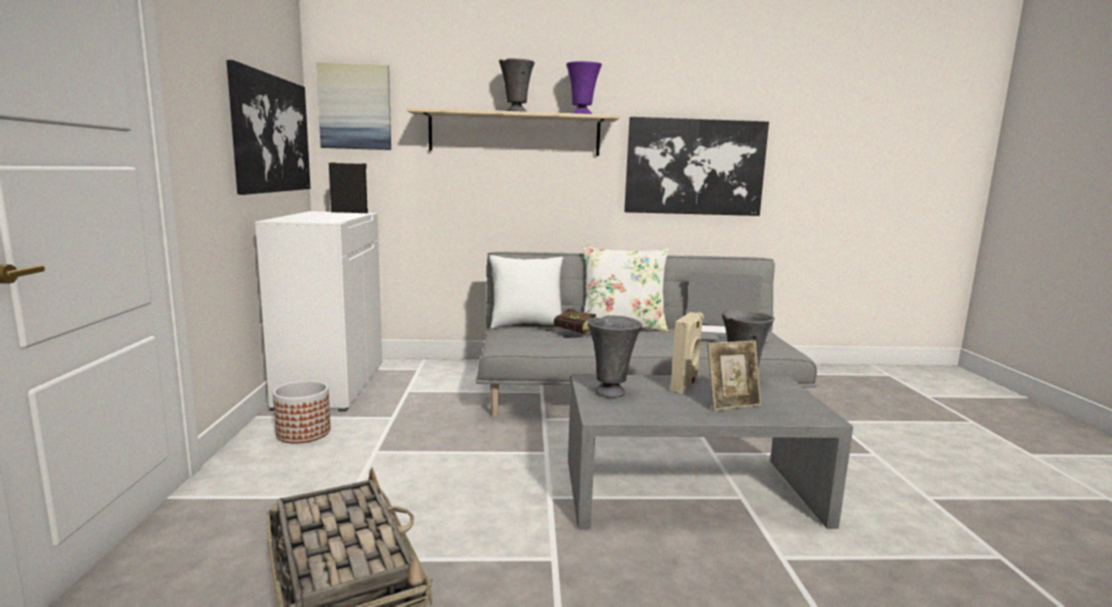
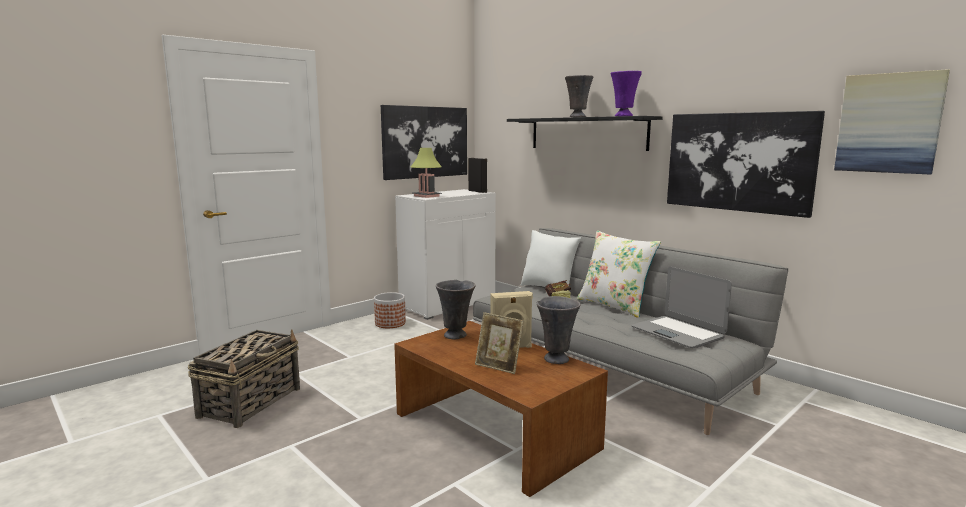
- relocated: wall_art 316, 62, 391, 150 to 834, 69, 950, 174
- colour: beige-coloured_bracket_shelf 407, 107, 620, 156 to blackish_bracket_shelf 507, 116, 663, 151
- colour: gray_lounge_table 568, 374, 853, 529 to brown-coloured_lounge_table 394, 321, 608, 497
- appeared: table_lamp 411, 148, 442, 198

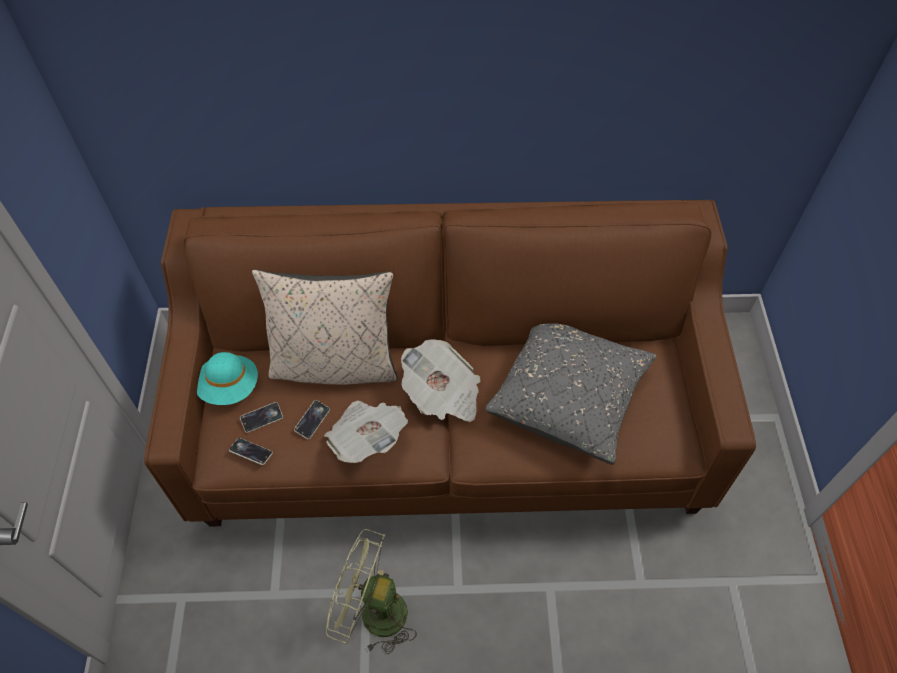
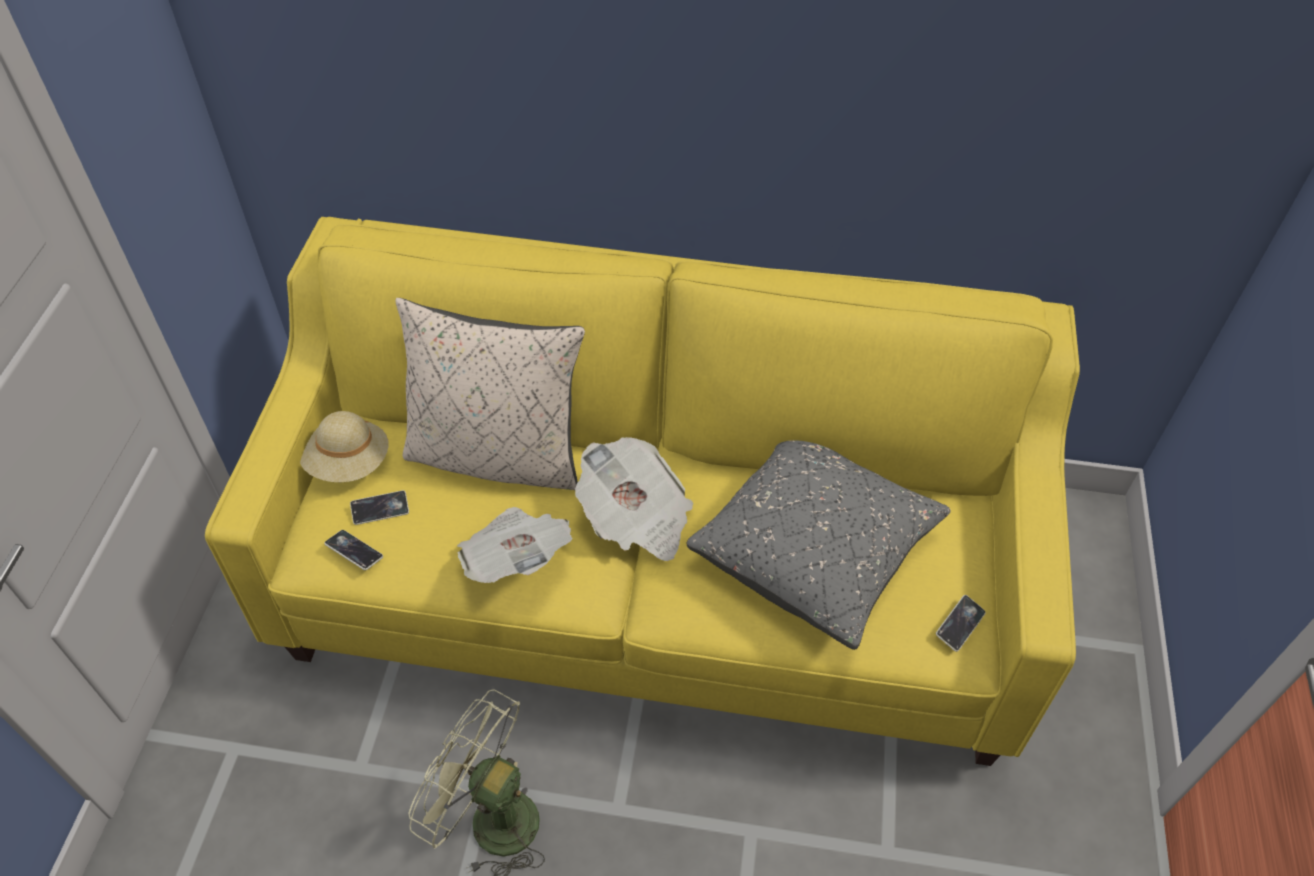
- colour: brown-coloured_couch 144, 200, 756, 527 to yellowish_couch 205, 217, 1080, 766
- colour: turquoise-coloured_hat 197, 352, 258, 405 to beige-coloured_hat 300, 411, 389, 482
- relocated: telephone 294, 400, 330, 440 to 936, 595, 986, 652

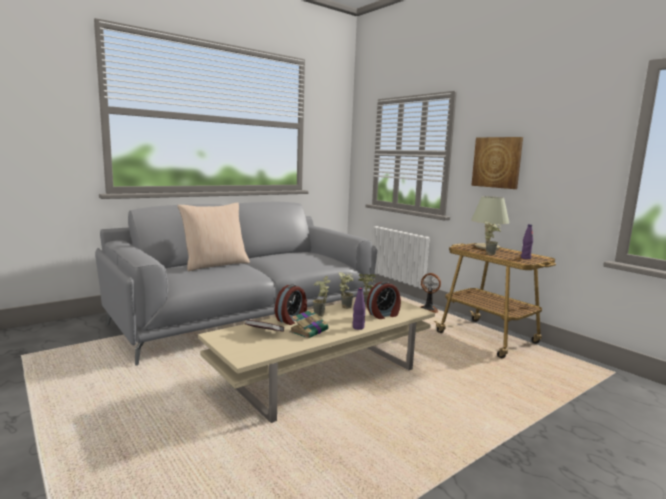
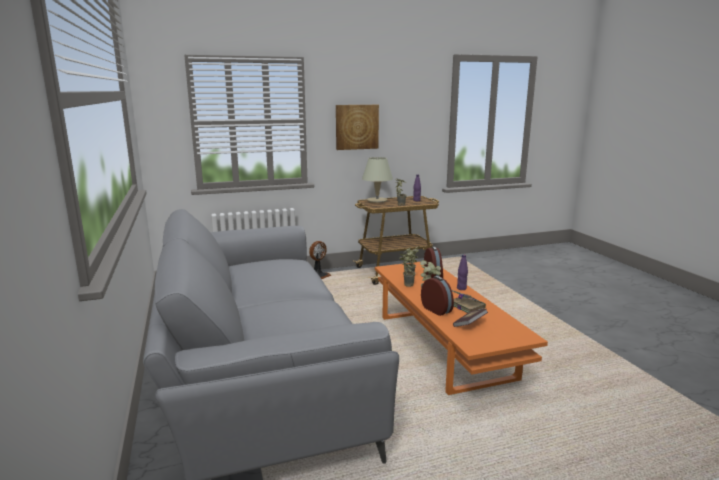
- missing: beige-coloured_throw_pillow 177, 203, 250, 271
- colour: beige-coloured_lounge_table 198, 300, 435, 423 to orangey_lounge_table 375, 262, 548, 395

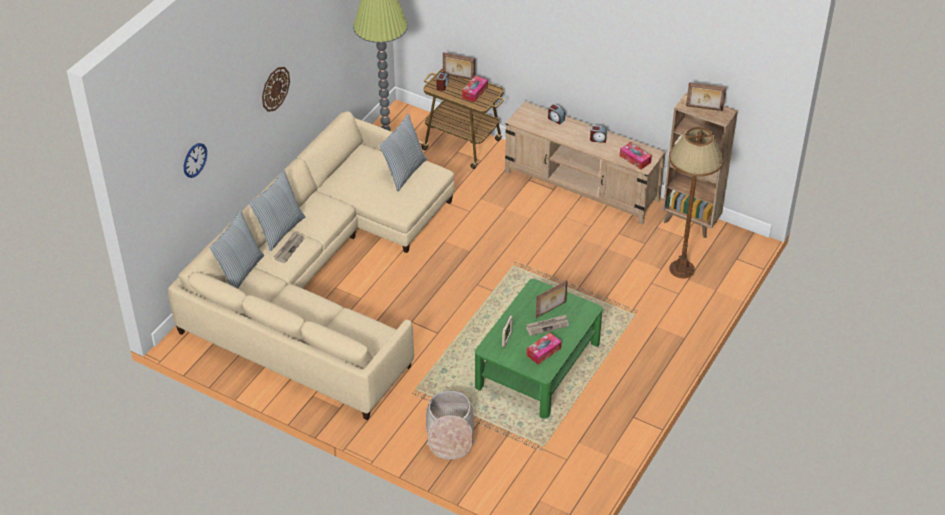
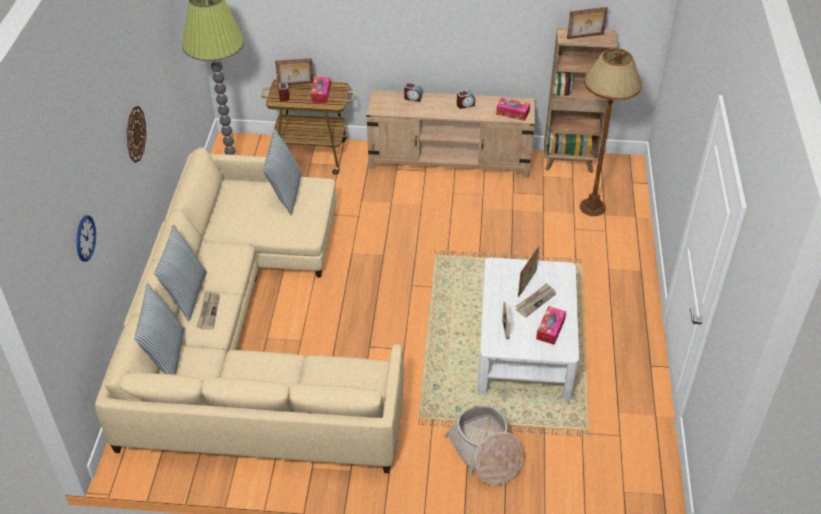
- colour: greenish_lounge_table 475, 279, 603, 419 to white-coloured_lounge_table 478, 258, 579, 401

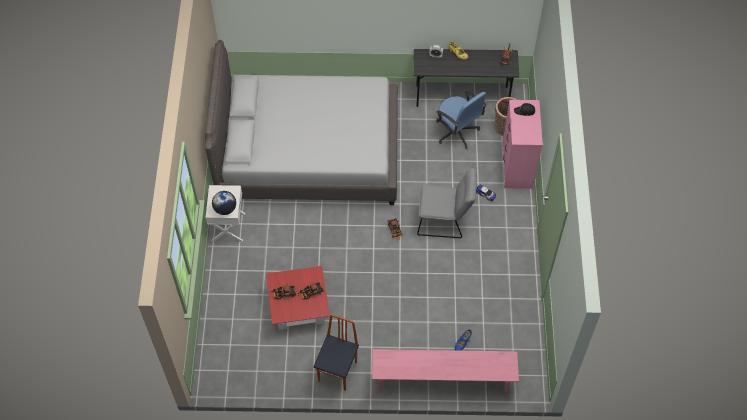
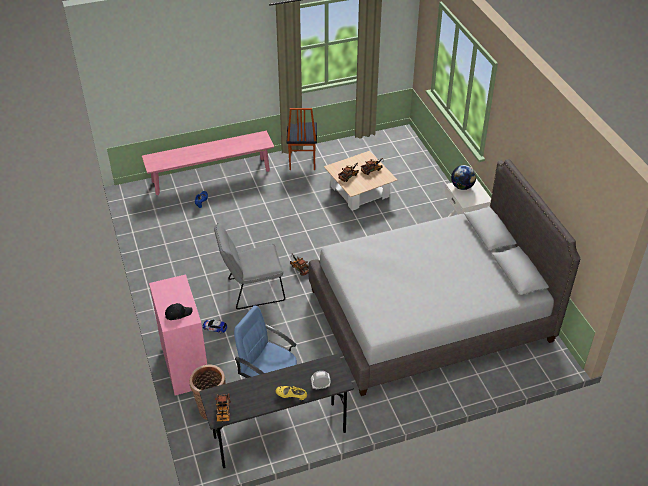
- colour: red-coloured_lounge_table 266, 266, 330, 330 to beige-coloured_lounge_table 324, 151, 398, 211

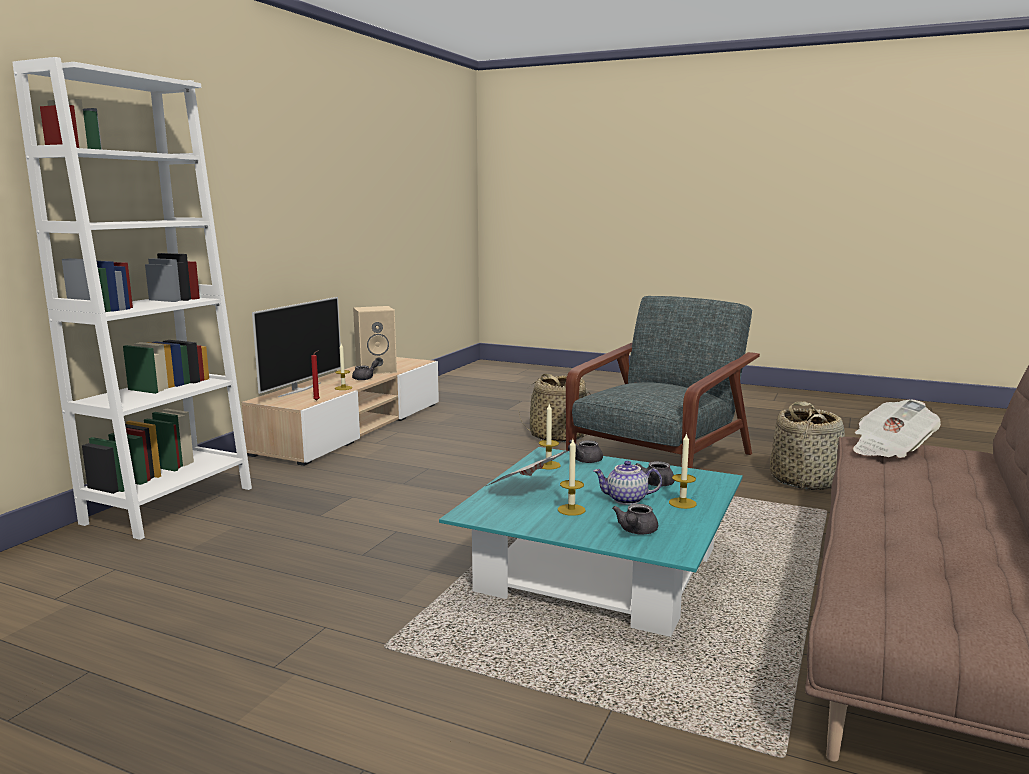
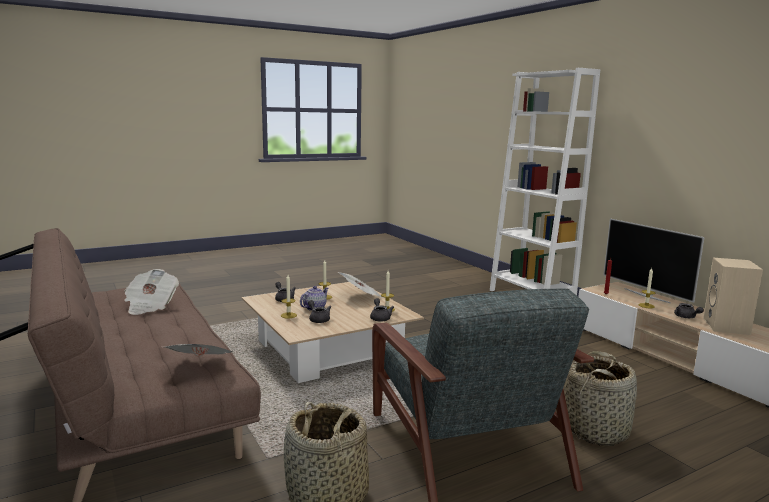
- colour: turquoise-coloured_lounge_table 439, 447, 743, 637 to beige-coloured_lounge_table 242, 282, 424, 383
- appeared: printed_paper 124, 269, 179, 315

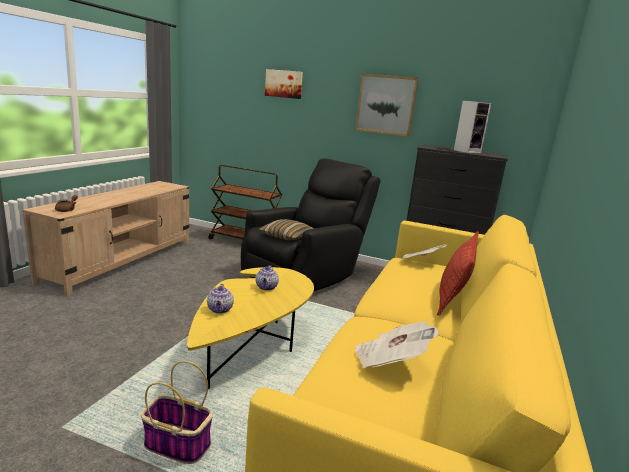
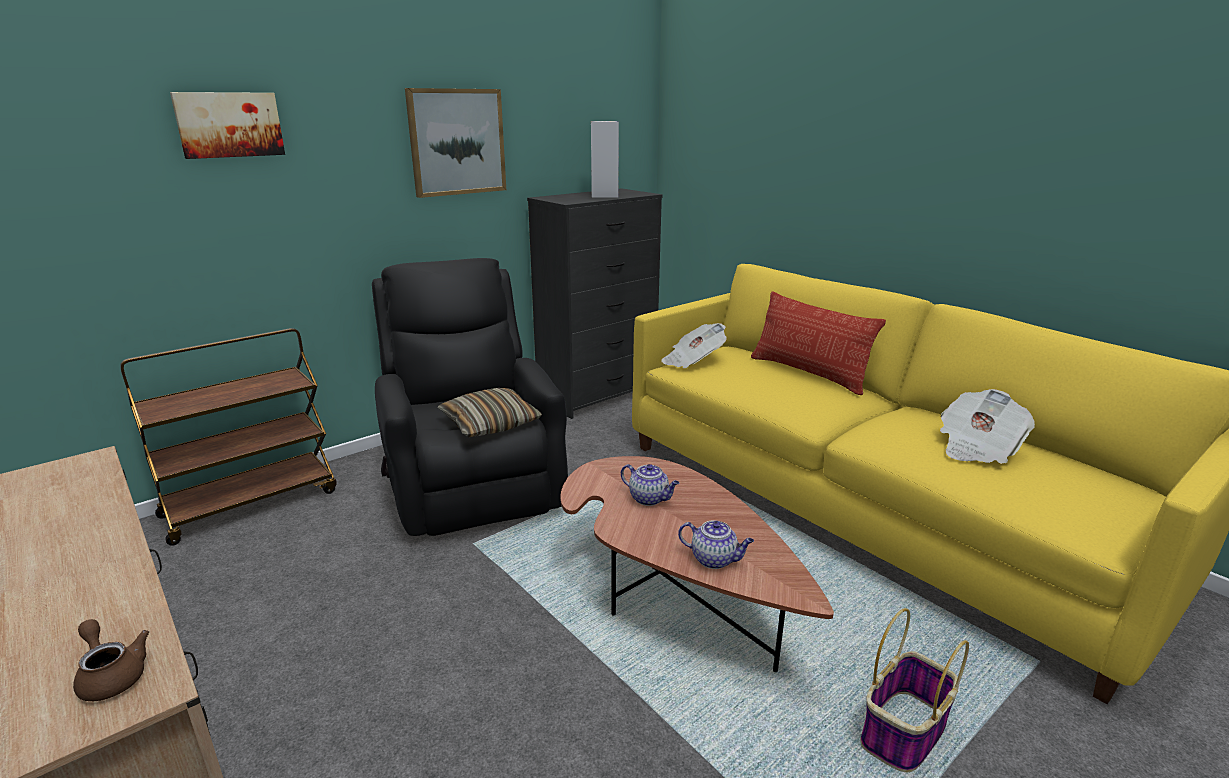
- colour: yellowish_lounge_table 187, 267, 314, 389 to brown-coloured_lounge_table 560, 456, 834, 672

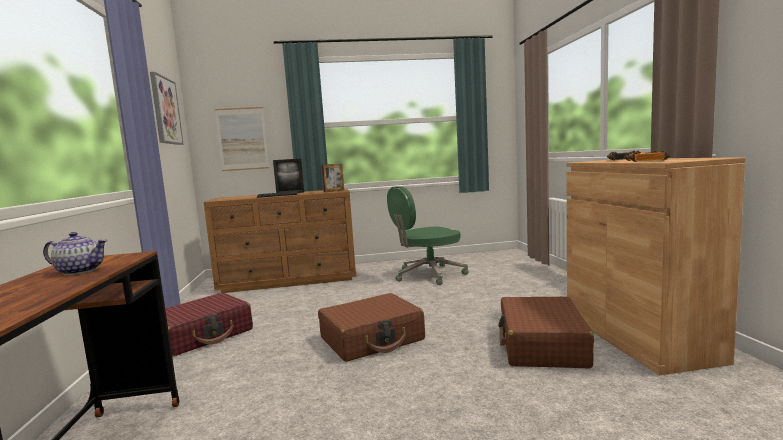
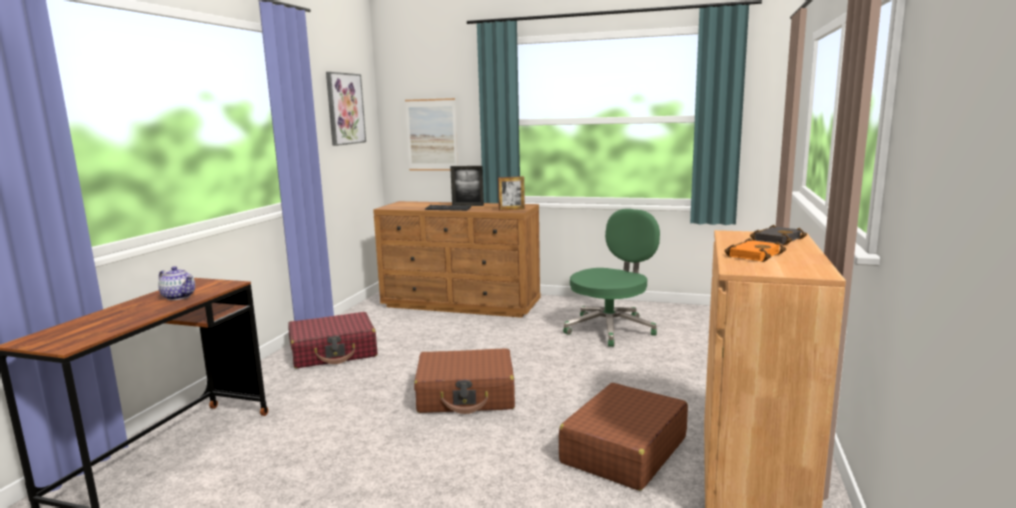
- spun: greenish_office_chair 387, 186, 468, 285 = 563, 209, 660, 347 135 degrees clockwise

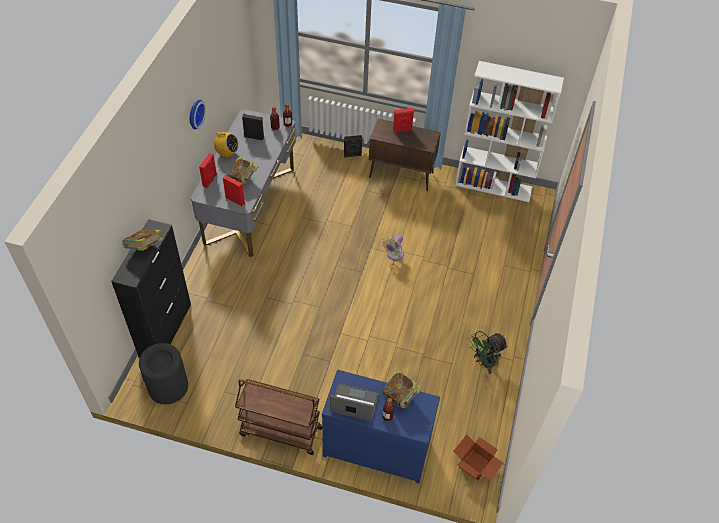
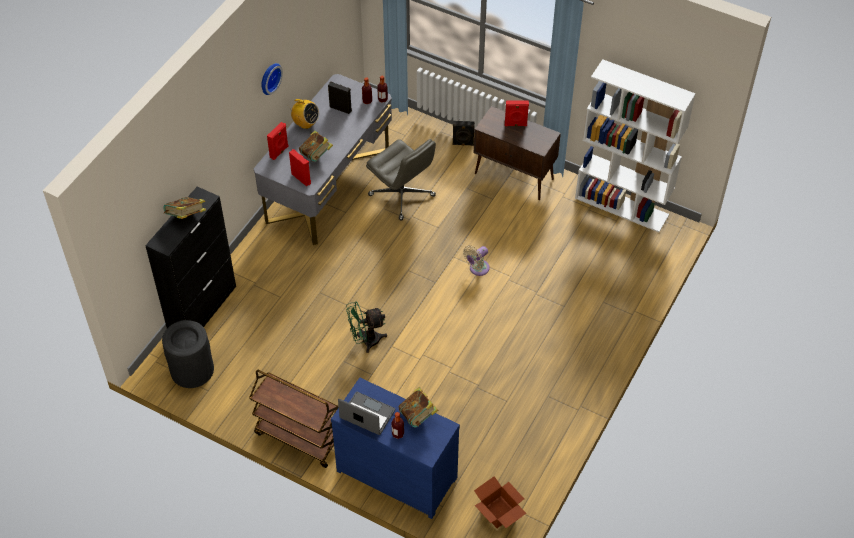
- relocated: greenish_electric_fan 468, 331, 508, 374 to 346, 302, 387, 353
- appeared: gray_office_chair 366, 139, 436, 220

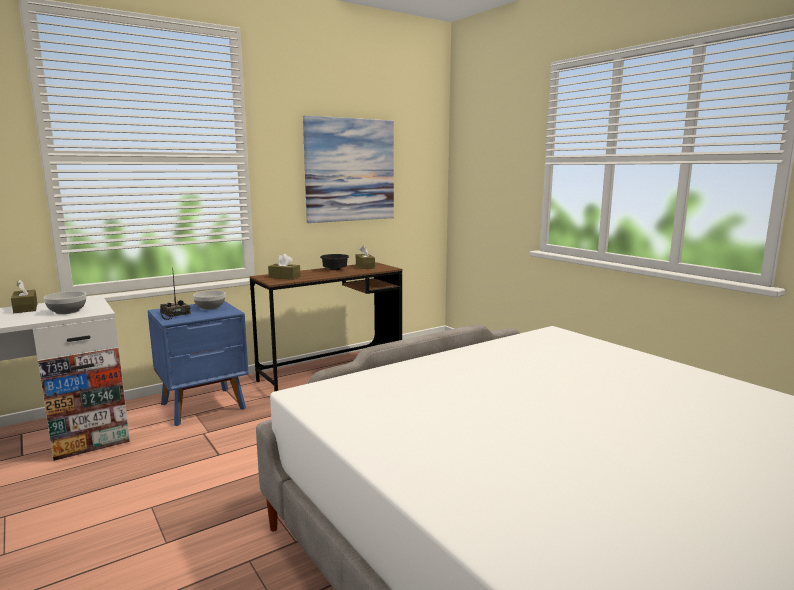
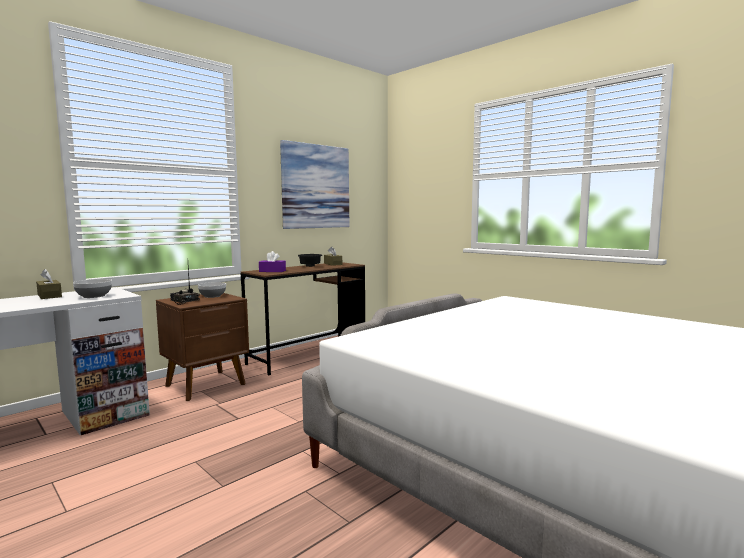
- colour: brown-coloured_tissue_holder 268, 254, 300, 280 to purplish_tissue_holder 259, 251, 286, 272
- colour: blue_night_table 148, 301, 249, 426 to brown-coloured_night_table 156, 293, 249, 401

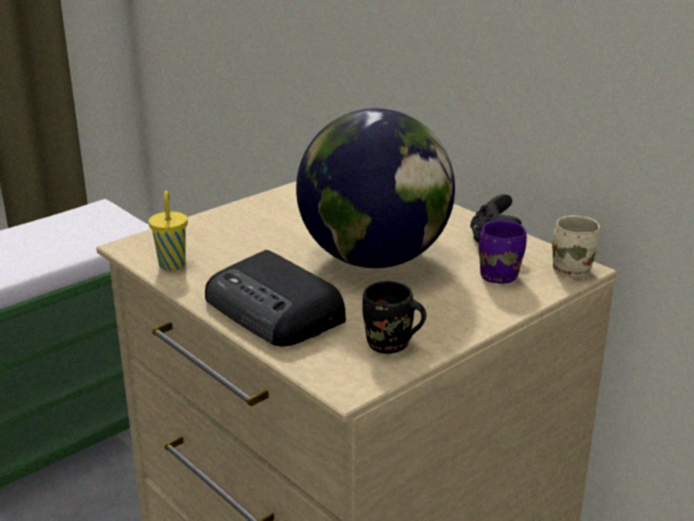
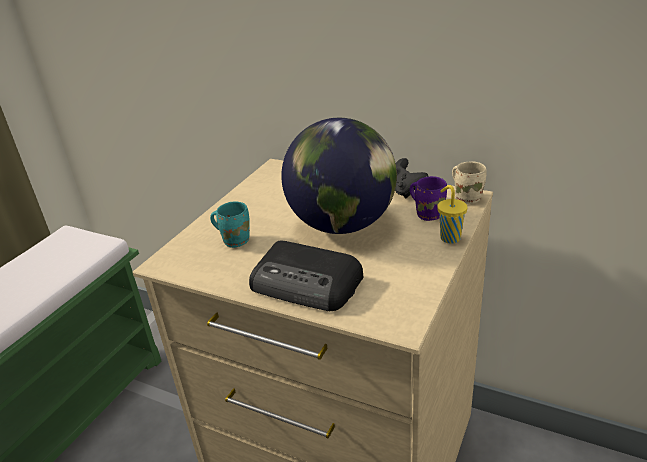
- relocated: yellowish_drinking_cup 149, 191, 188, 270 to 437, 185, 467, 244
- missing: blackish_tea_mug 362, 281, 427, 354
- appeared: turquoise-coloured_tea_mug 210, 201, 250, 248

